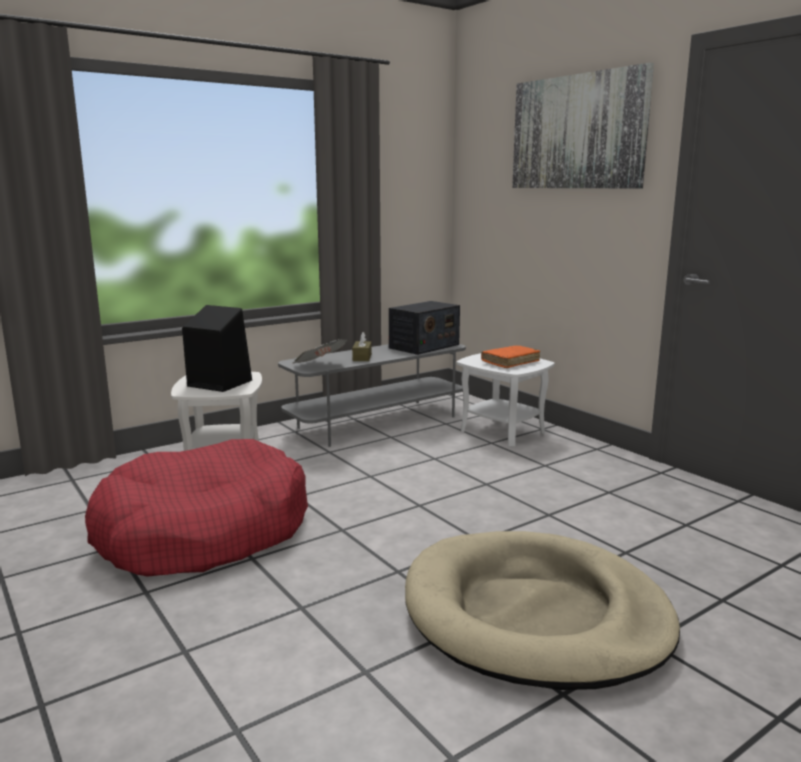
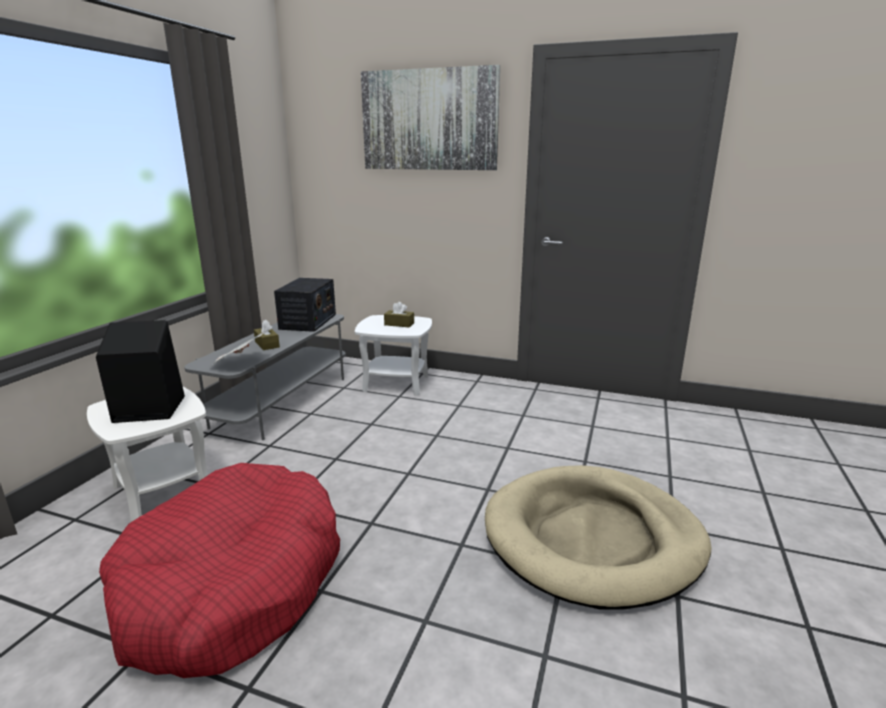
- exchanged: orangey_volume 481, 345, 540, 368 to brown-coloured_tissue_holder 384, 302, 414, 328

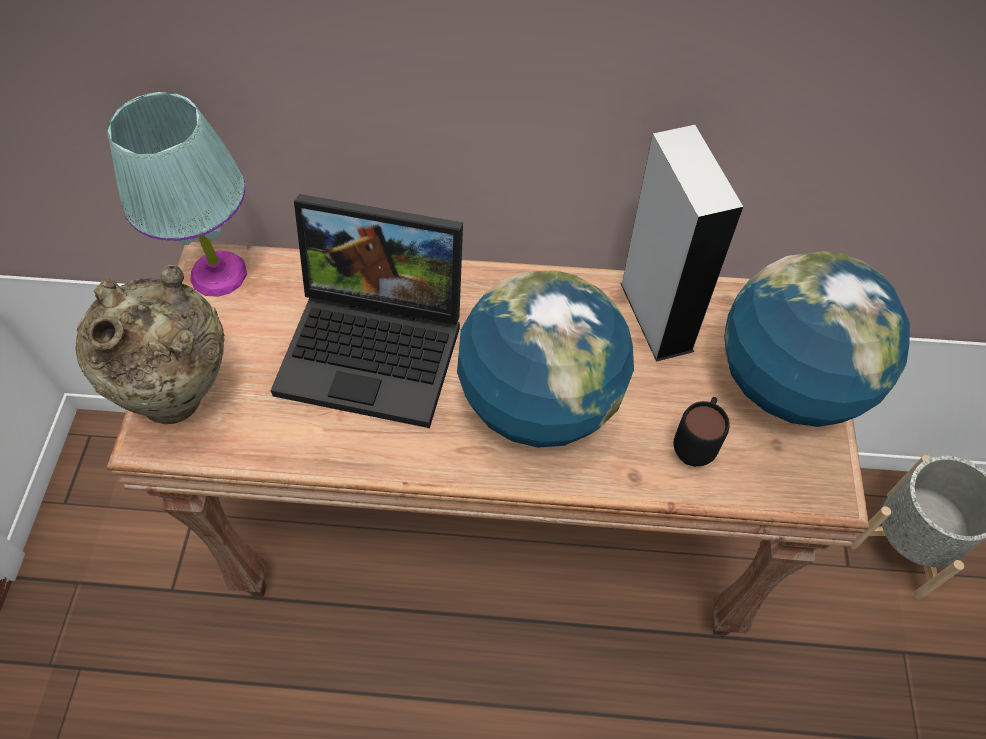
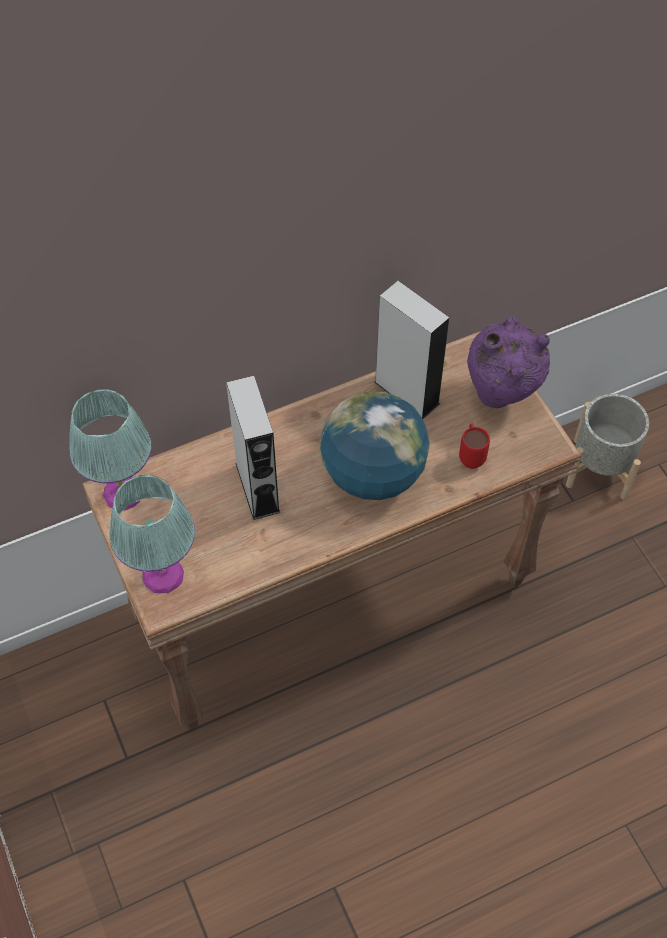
- exchanged: laptop 270, 194, 463, 428 to gray_audio_speaker 226, 376, 280, 520
- exchanged: world_globe 724, 251, 910, 427 to purplish_flower_vase 467, 316, 550, 408
- exchanged: beige-coloured_flower_vase 75, 265, 225, 424 to turquoise-coloured_table_lamp 110, 475, 195, 593
- colour: blackish_tea_mug 673, 397, 730, 467 to red-coloured_tea_mug 459, 423, 490, 469

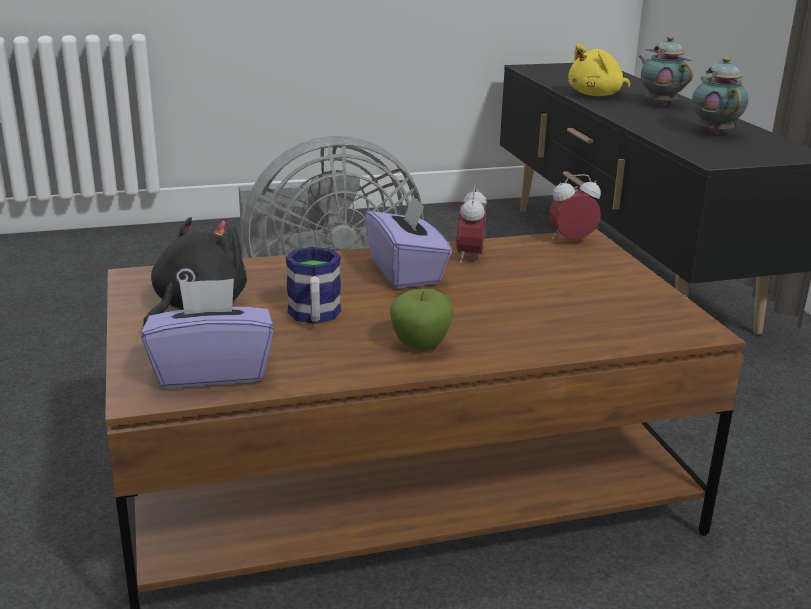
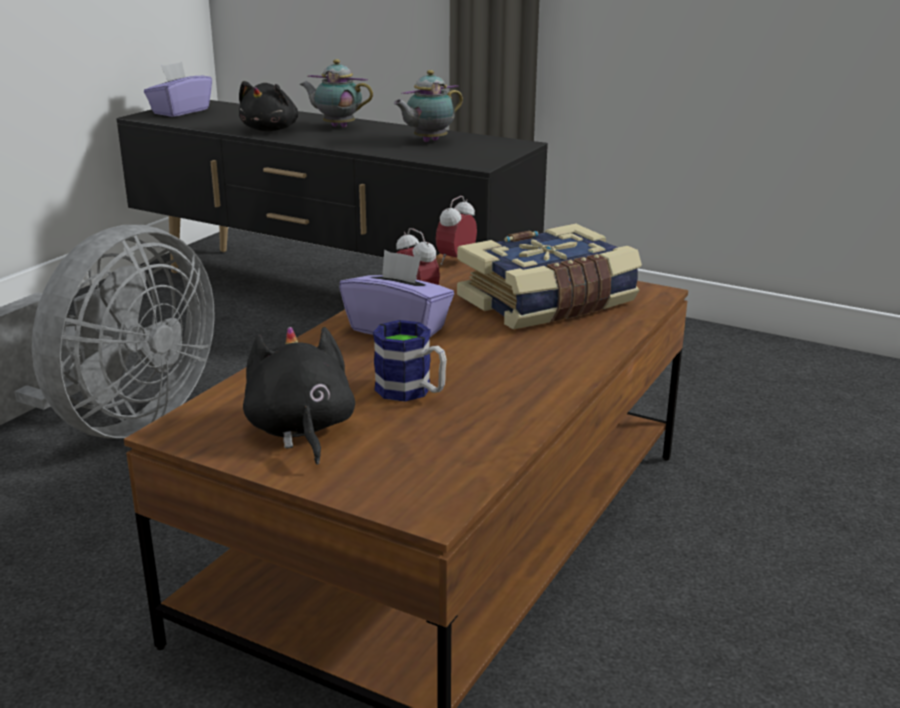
- colour: yellowish_plush_toy 568, 44, 630, 96 to blackish_plush_toy 239, 81, 298, 131
- spun: pot_for_tea 692, 57, 748, 135 = 394, 70, 463, 142 75 degrees counterclockwise
- relocated: purplish_tissue_holder 142, 279, 274, 388 to 144, 62, 212, 117
- missing: apple 389, 289, 453, 351
- appeared: volume 457, 224, 642, 329

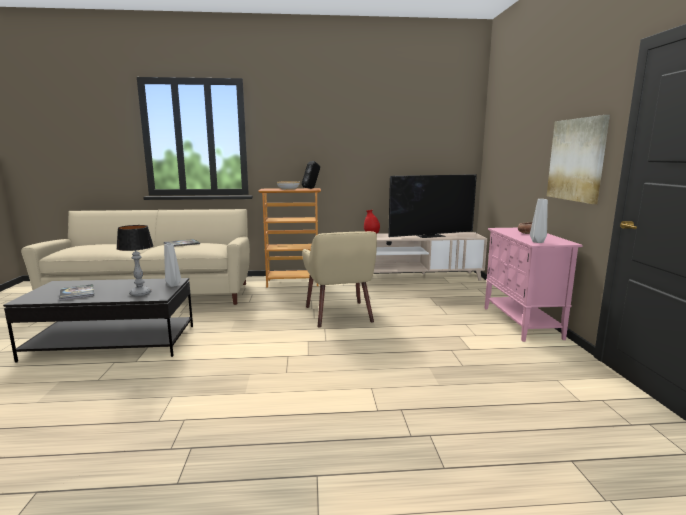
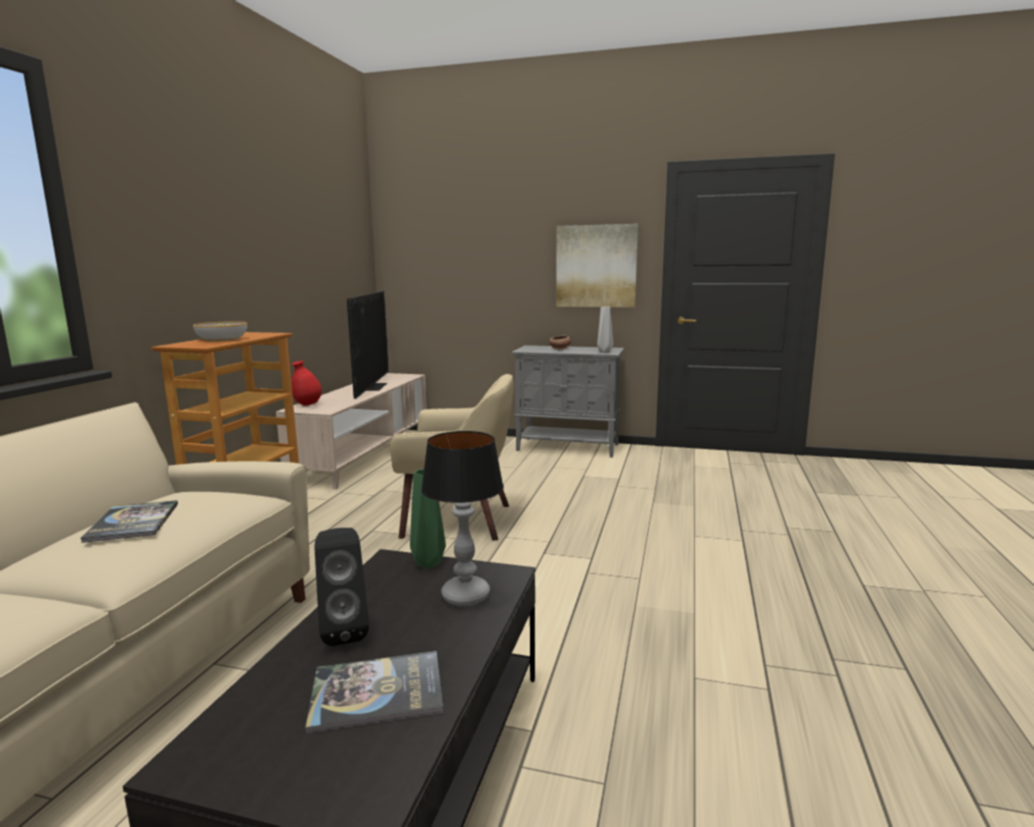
- relocated: blackish_audio_speaker 302, 161, 320, 189 to 315, 528, 369, 646
- colour: pink_cupboard 484, 228, 583, 342 to gray_cupboard 511, 345, 624, 458
- colour: gray_flower_vase 164, 244, 181, 287 to greenish_flower_vase 410, 469, 446, 569

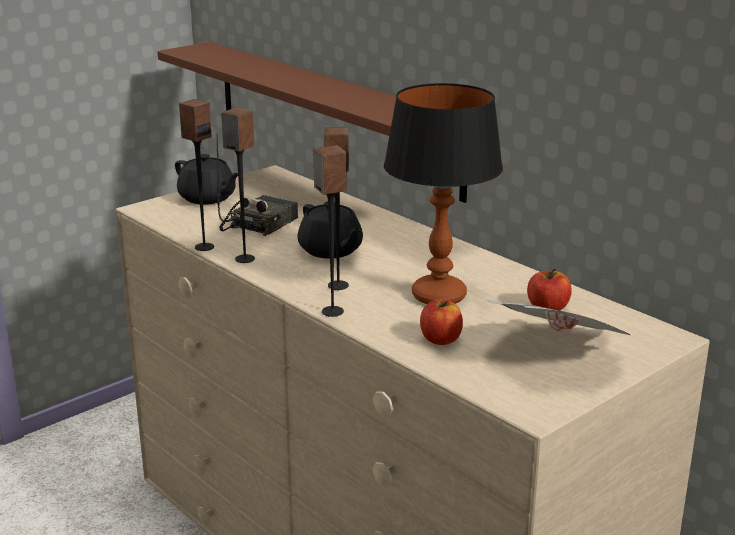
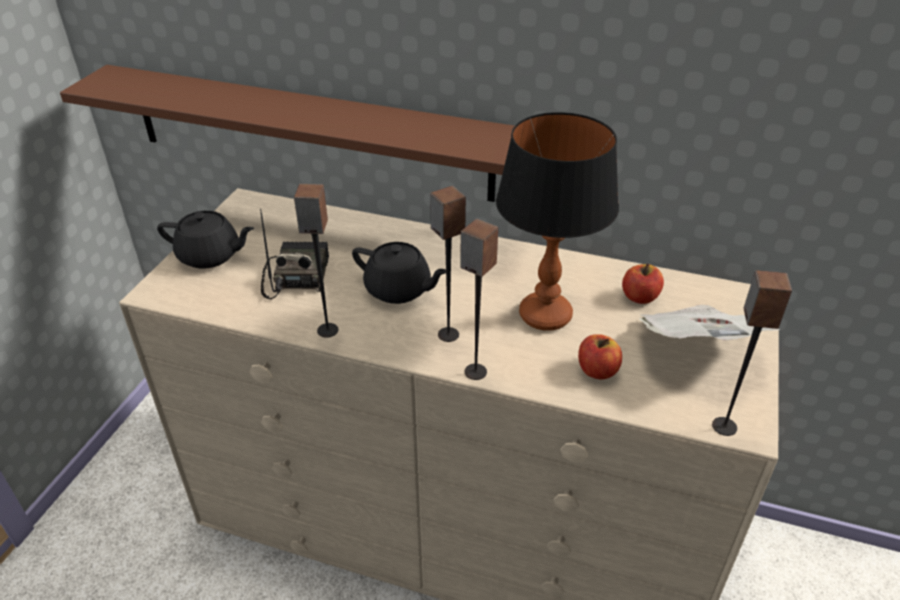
- relocated: audio_speaker 179, 99, 214, 251 to 712, 270, 792, 436

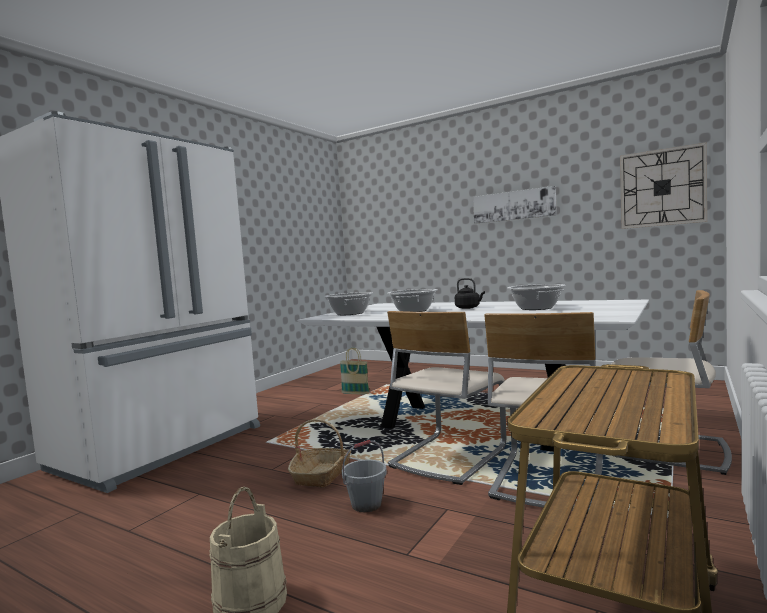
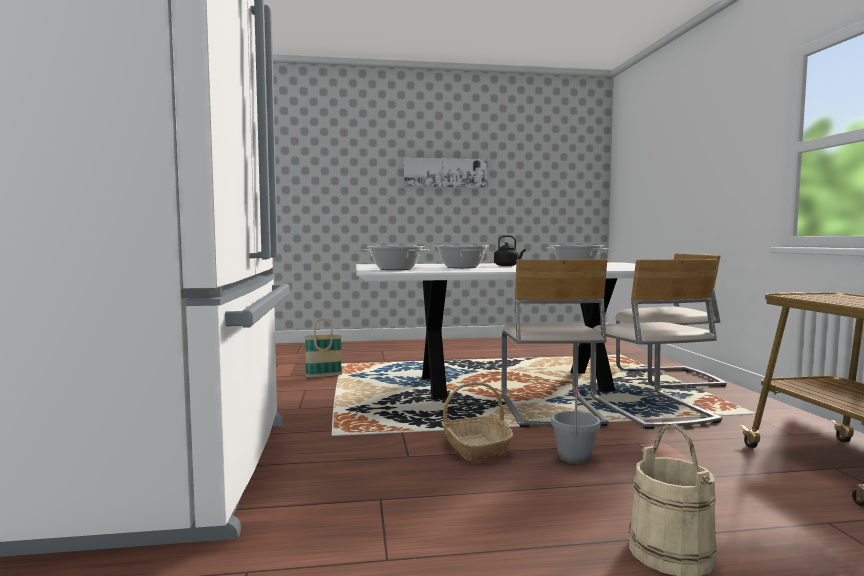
- missing: wall_clock 620, 142, 707, 229

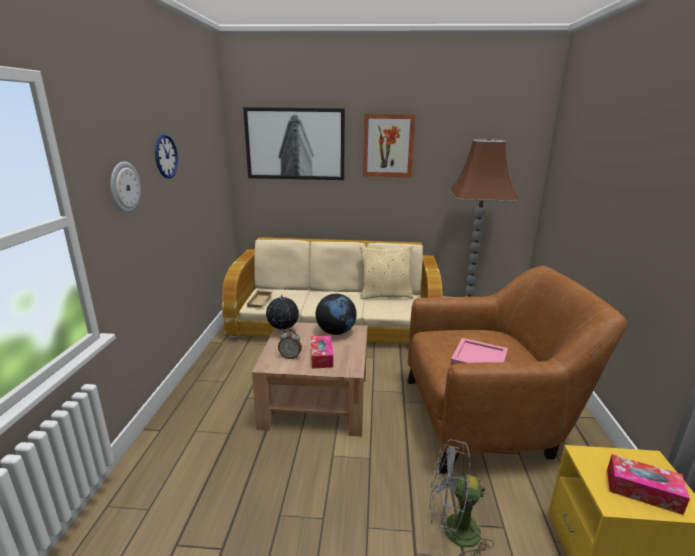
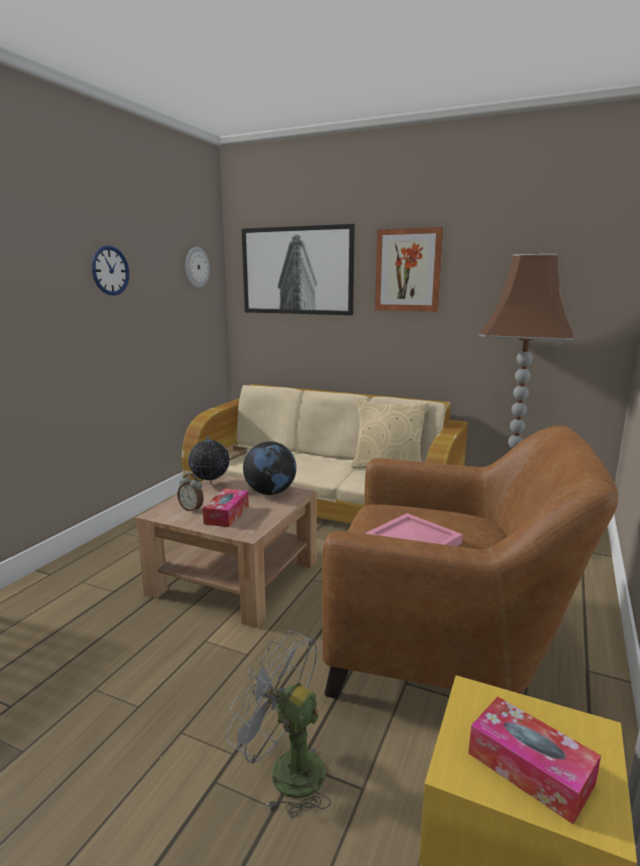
- relocated: wall_clock 110, 161, 141, 214 to 185, 247, 210, 288

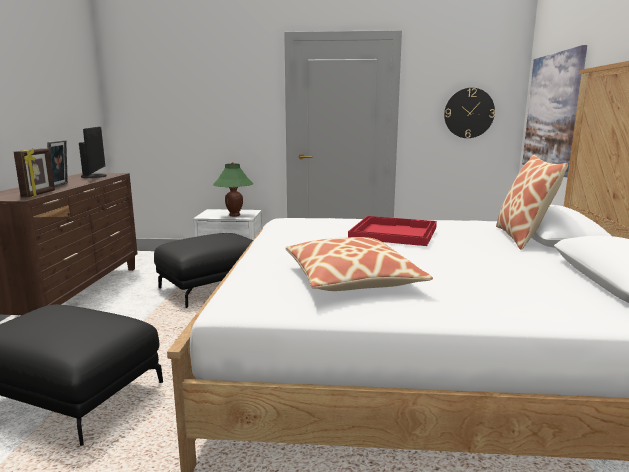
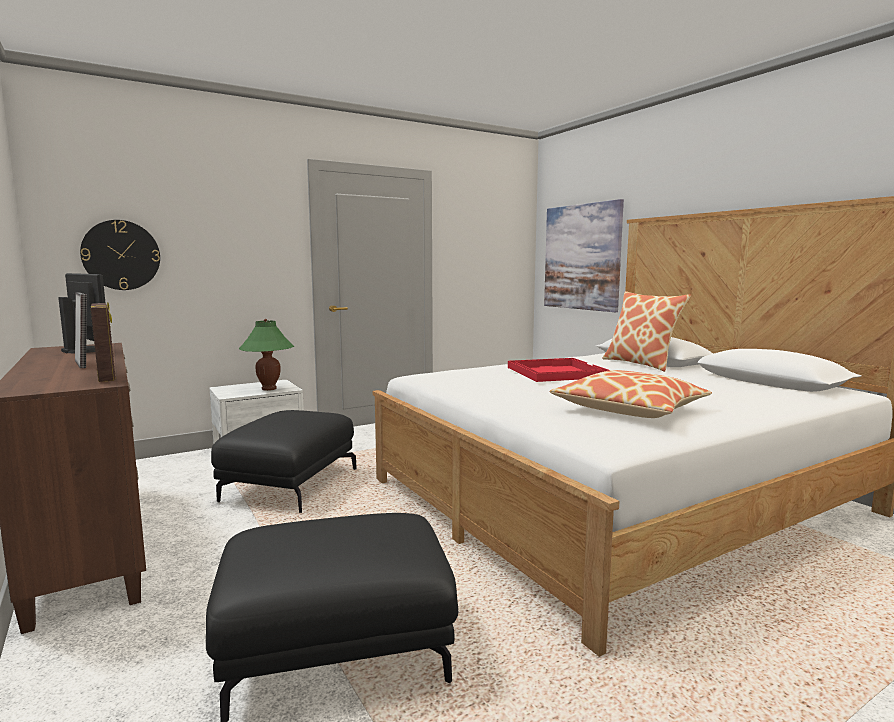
- relocated: wall_clock 444, 88, 495, 138 to 80, 220, 160, 290

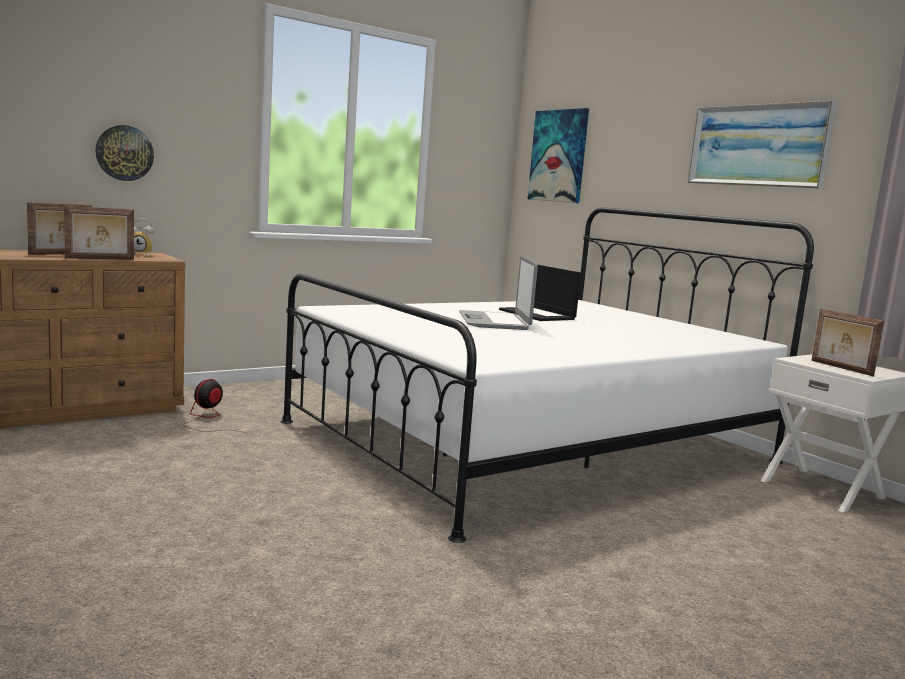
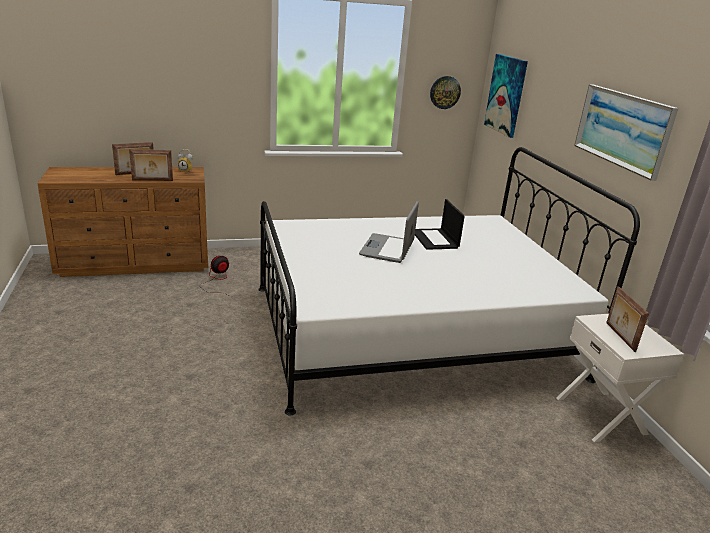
- relocated: wall_clock 95, 125, 154, 181 to 430, 76, 461, 109

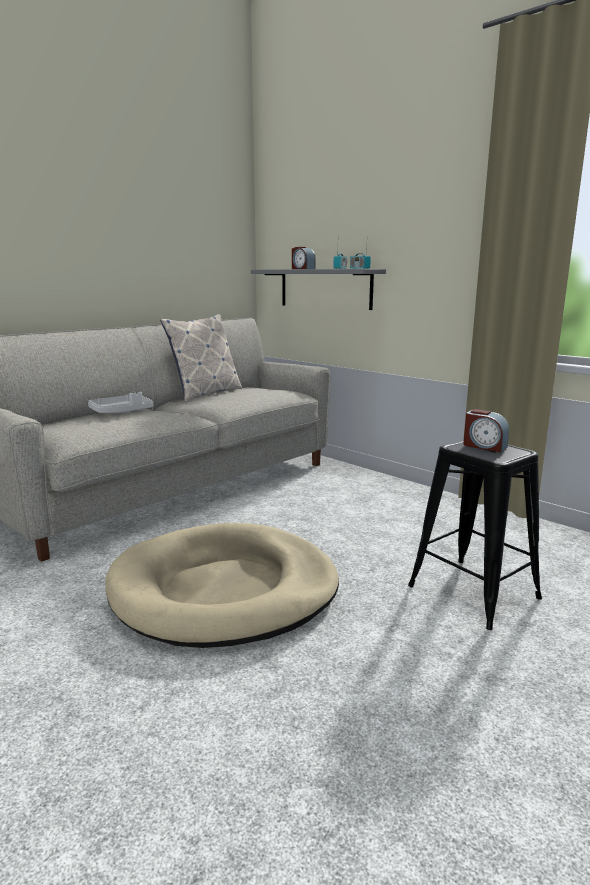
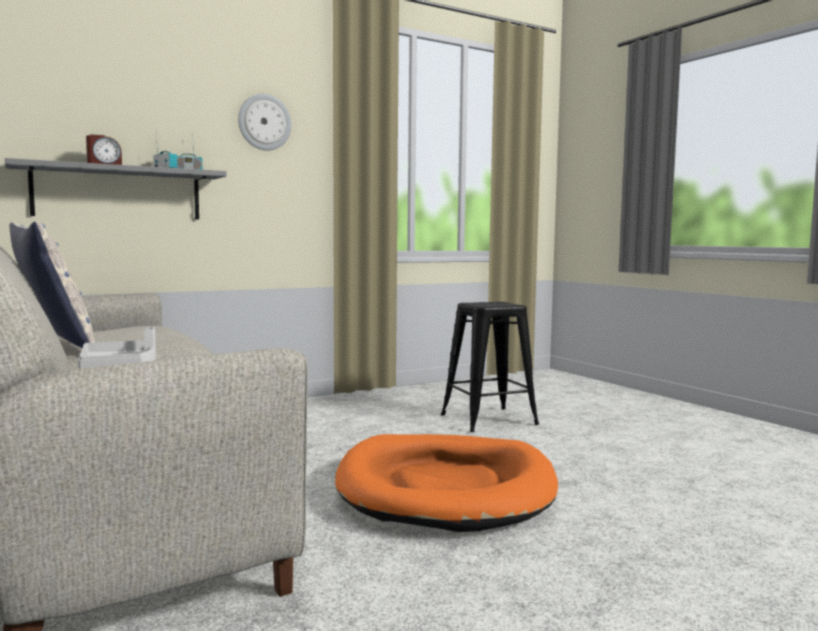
- missing: alarm_clock 463, 409, 509, 453
- colour: beige-coloured_dog_bed 105, 523, 339, 648 to orangey_dog_bed 335, 434, 558, 532
- appeared: wall_clock 238, 94, 291, 151

